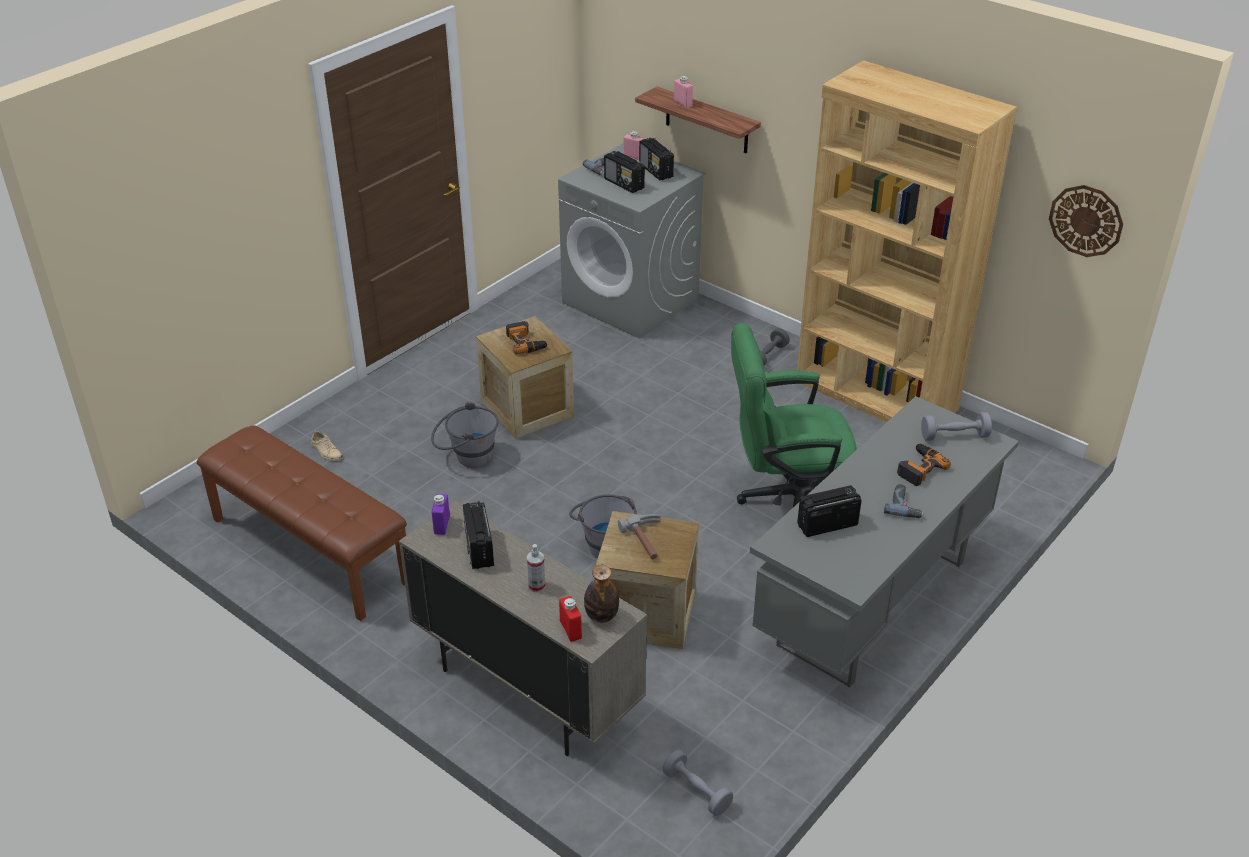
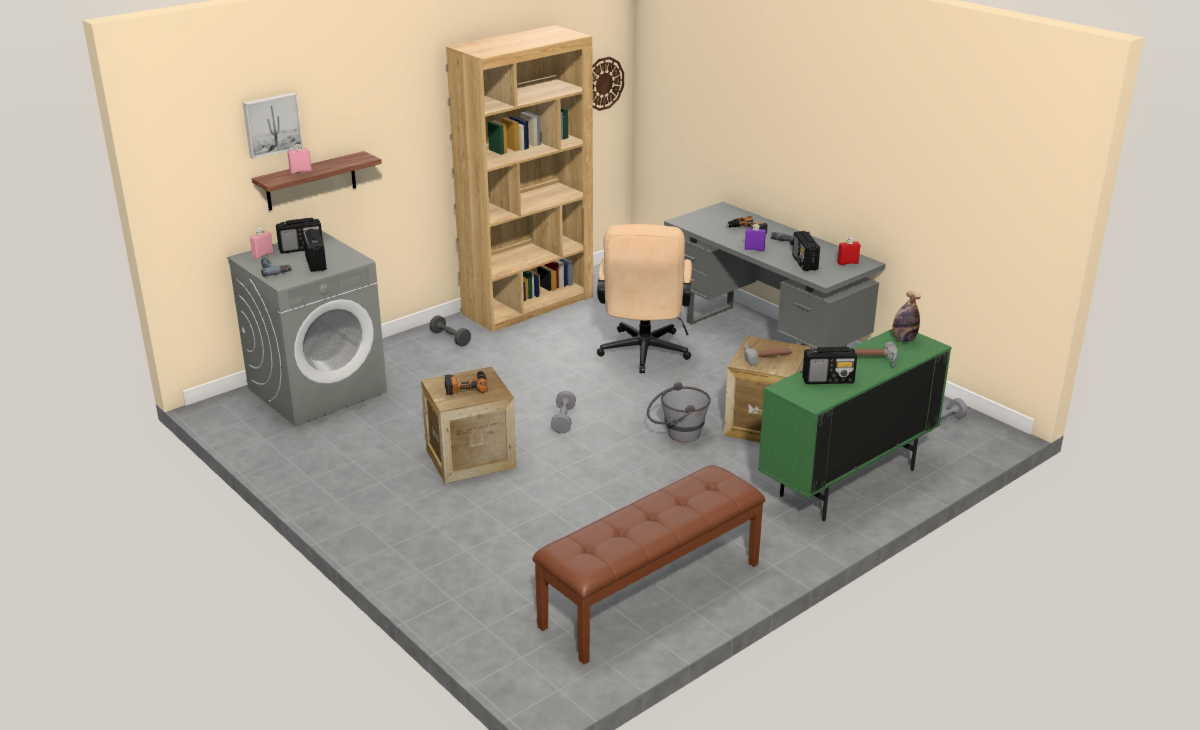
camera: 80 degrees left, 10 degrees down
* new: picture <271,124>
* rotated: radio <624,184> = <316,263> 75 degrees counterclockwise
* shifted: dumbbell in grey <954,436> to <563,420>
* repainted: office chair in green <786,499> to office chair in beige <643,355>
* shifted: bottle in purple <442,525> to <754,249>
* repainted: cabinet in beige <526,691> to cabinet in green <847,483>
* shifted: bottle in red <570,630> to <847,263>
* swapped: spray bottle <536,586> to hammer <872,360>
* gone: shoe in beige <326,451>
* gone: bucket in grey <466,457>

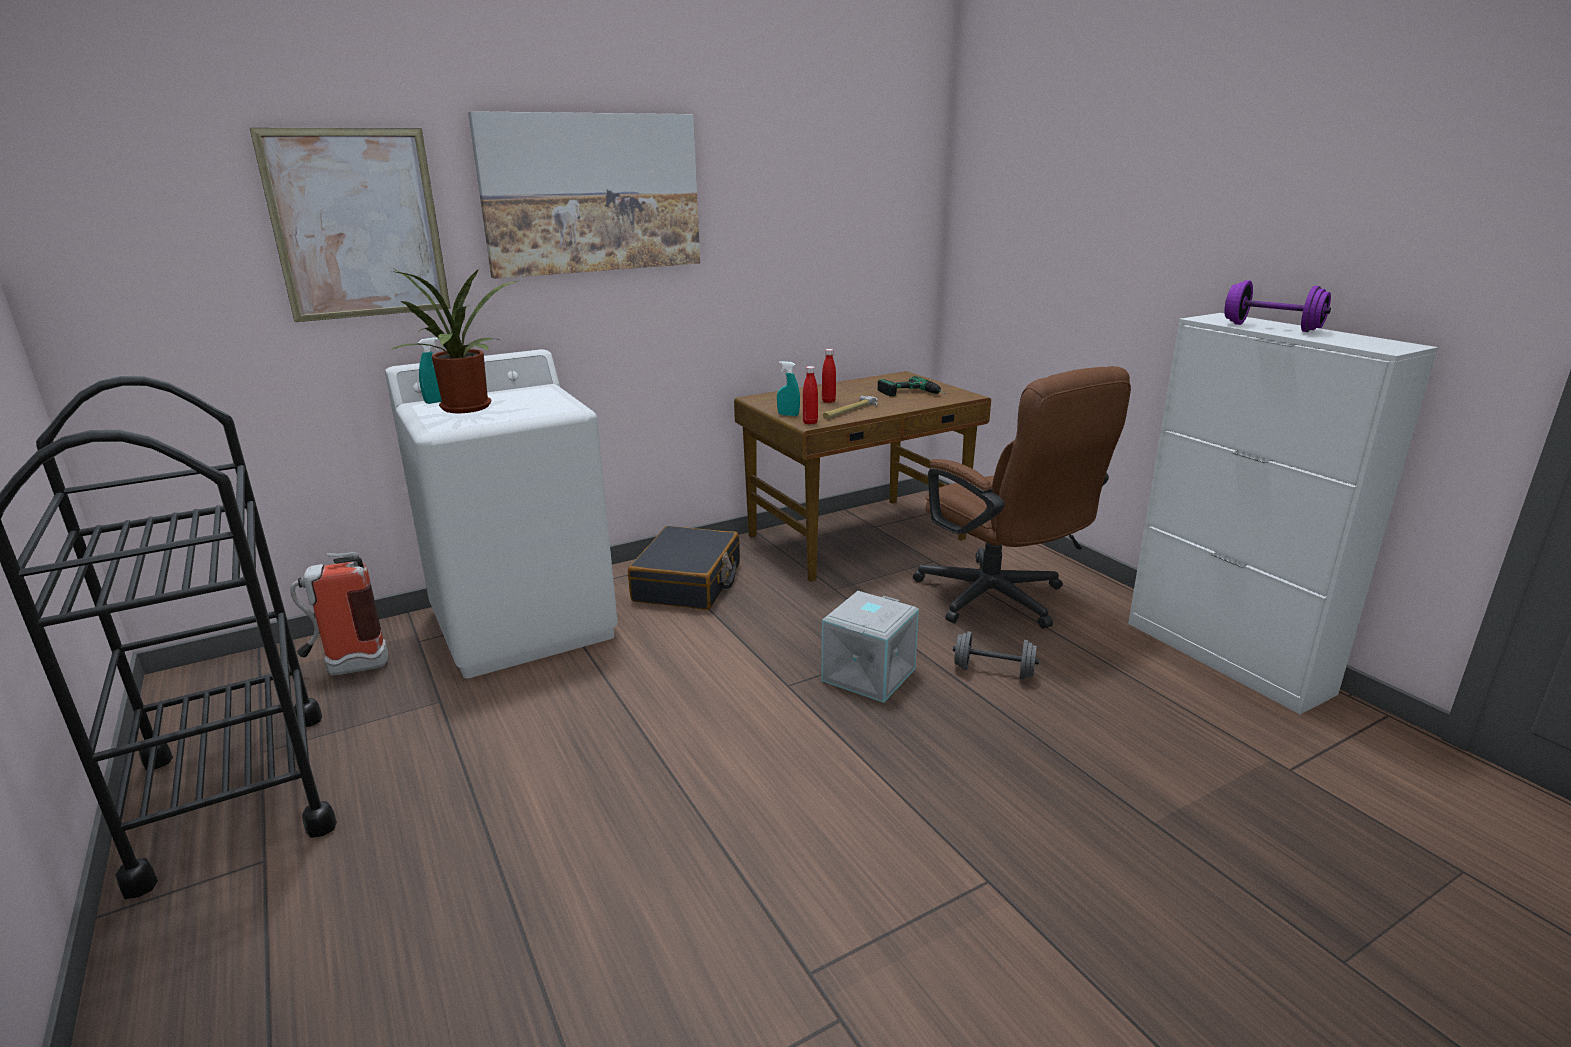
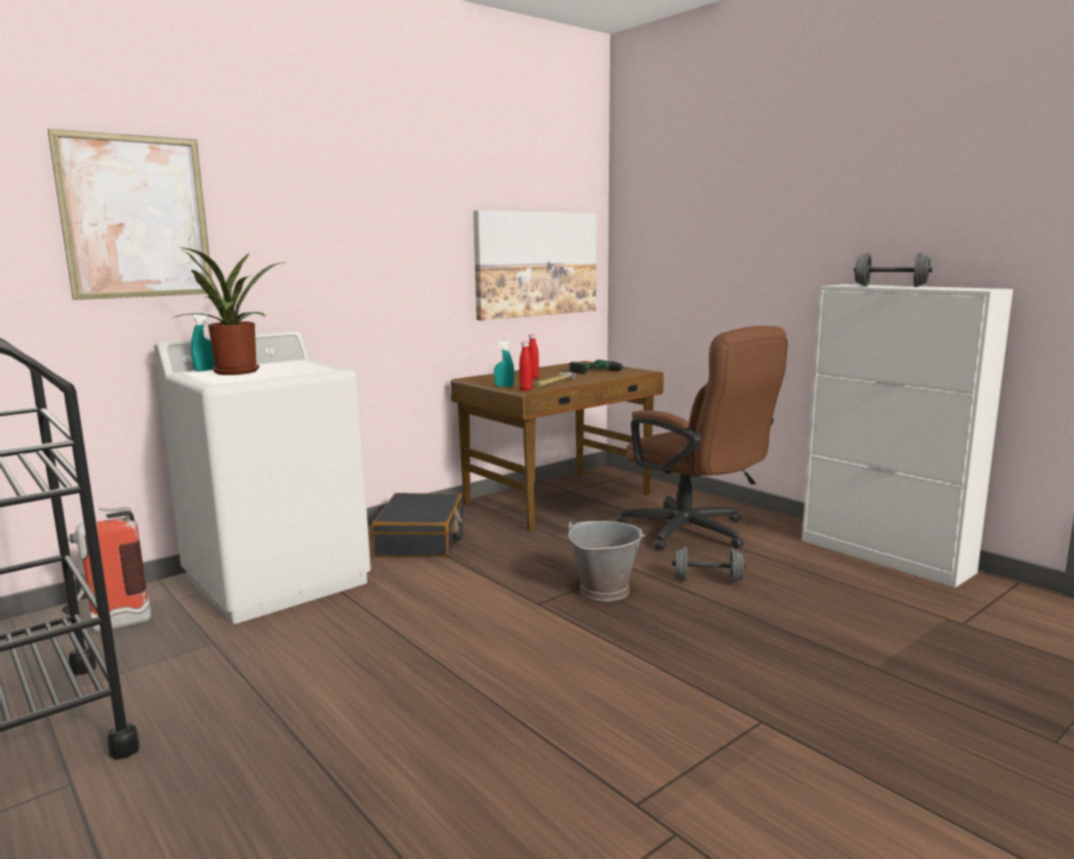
camera: 10 degrees left, 10 degrees down
* shifted: picture <592,194> to <536,264>
* swapped: storage box in grey <867,674> to bucket in grey <603,590>
* repainted: dumbbell in purple <1271,327> to dumbbell in grey <890,286>

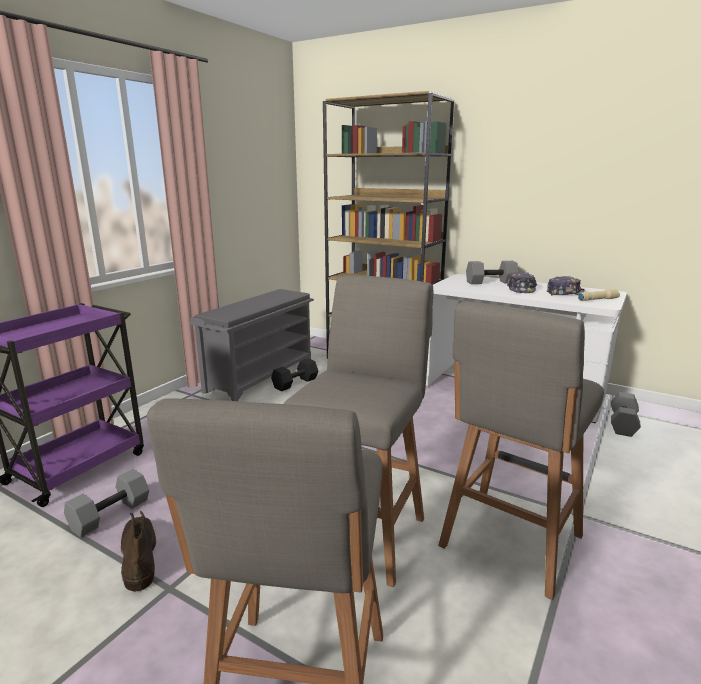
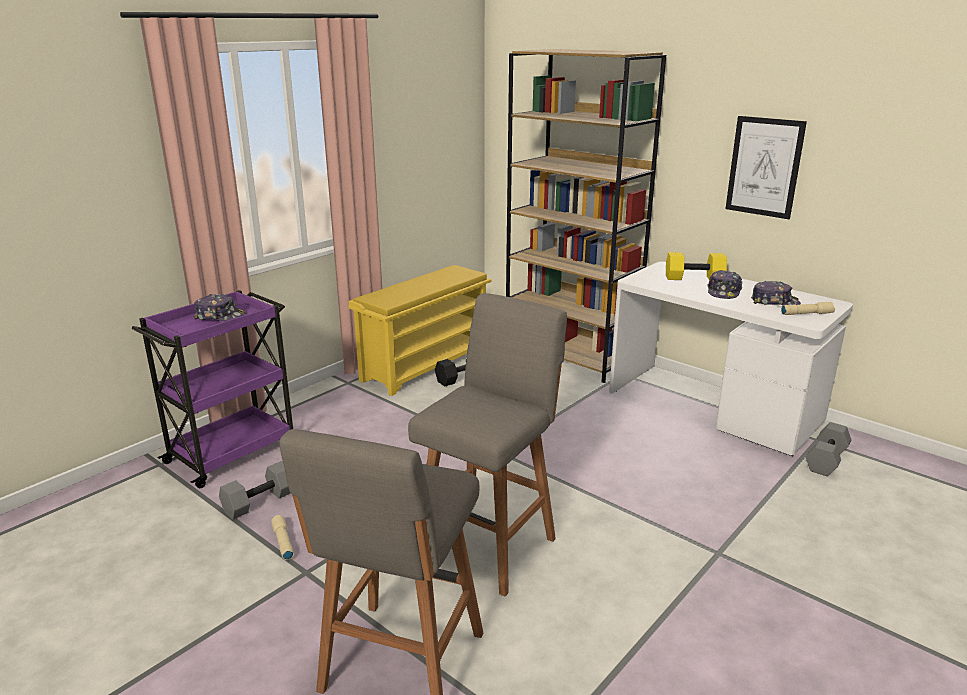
camera: 10 degrees right, 5 degrees up
* new: cap <221,316>
* swapped: boot in brown <139,556> to flashlight in beige <282,542>
* repainted: shoe rack in grey <260,375> to shoe rack in yellow <425,364>
* repainted: dumbbell in grey <490,282> to dumbbell in yellow <693,278>
* new: picture <764,167>
* gone: stool in grey <509,544>

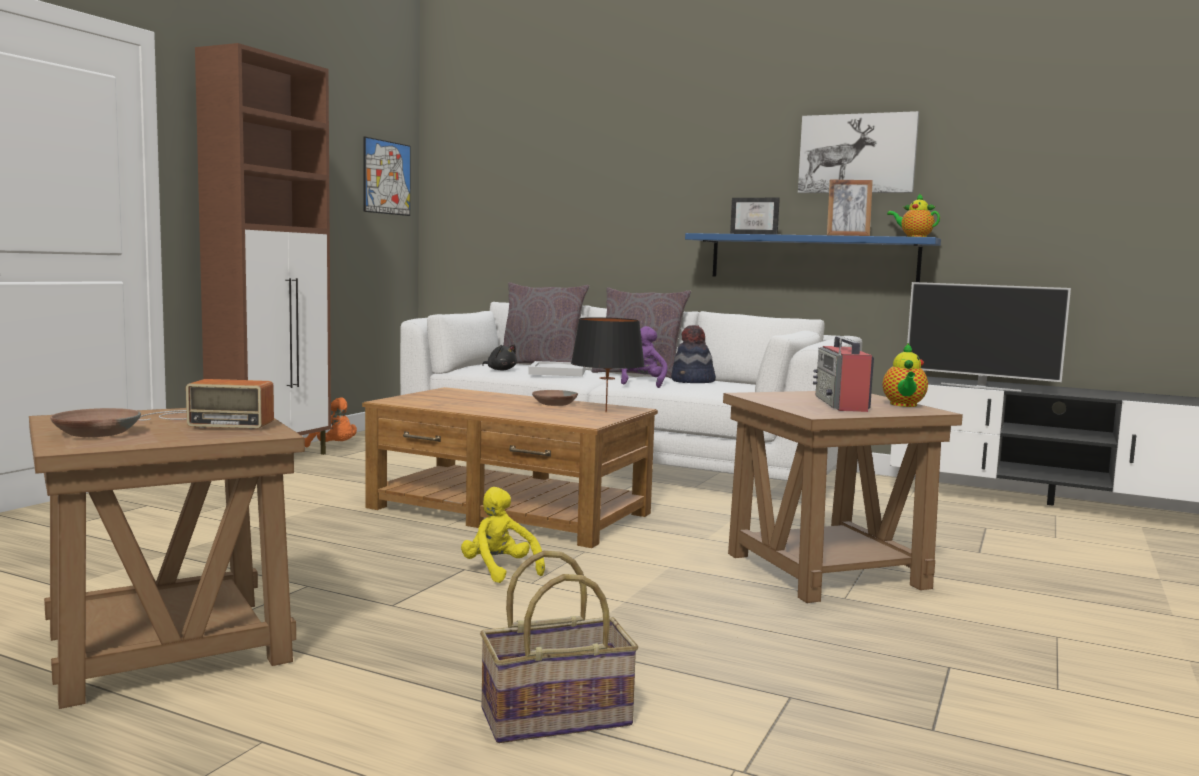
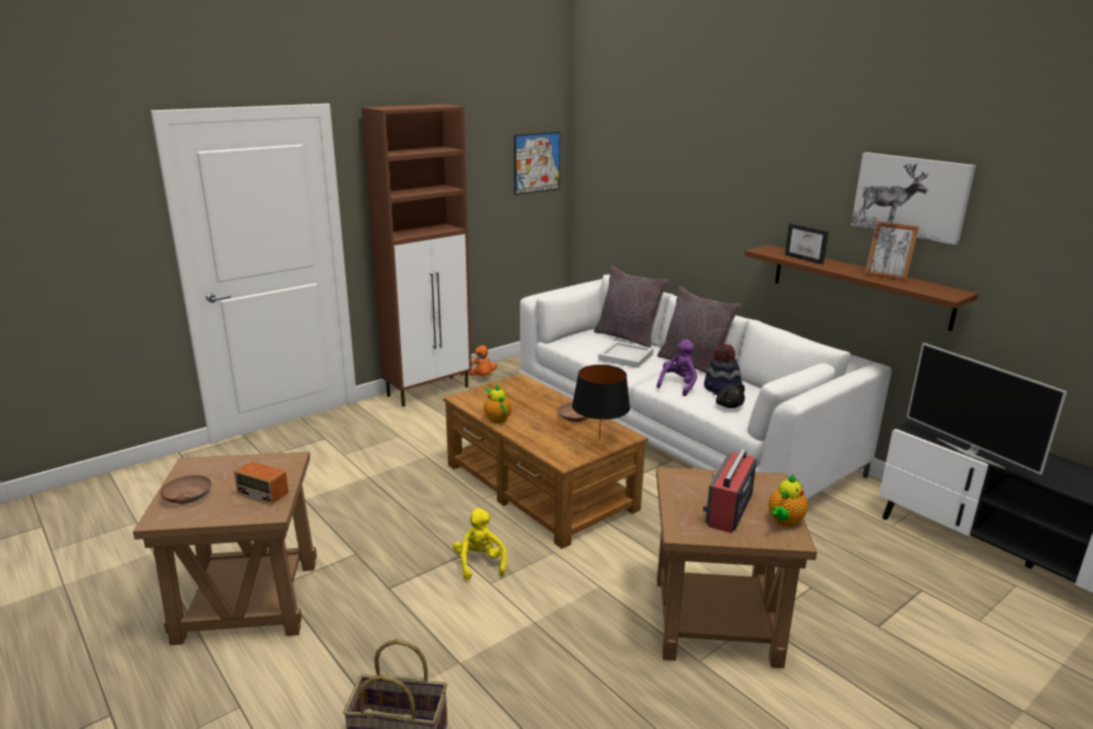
camera: 25 degrees right, 15 degrees up
* shifted: teapot <914,237> to <497,418>
* shifted: plush toy in black <500,370> to <728,405>
* repainted: shelf in blue <812,258> to shelf in brown <859,285>

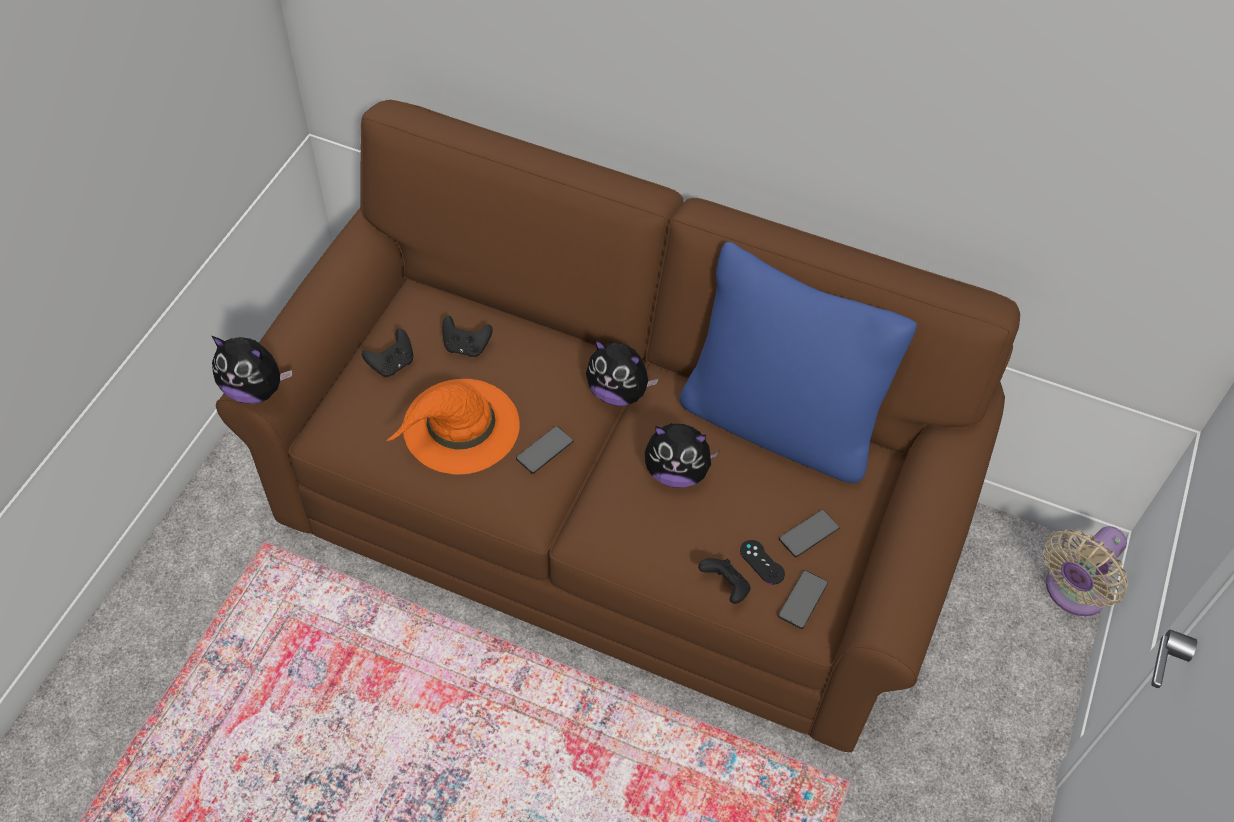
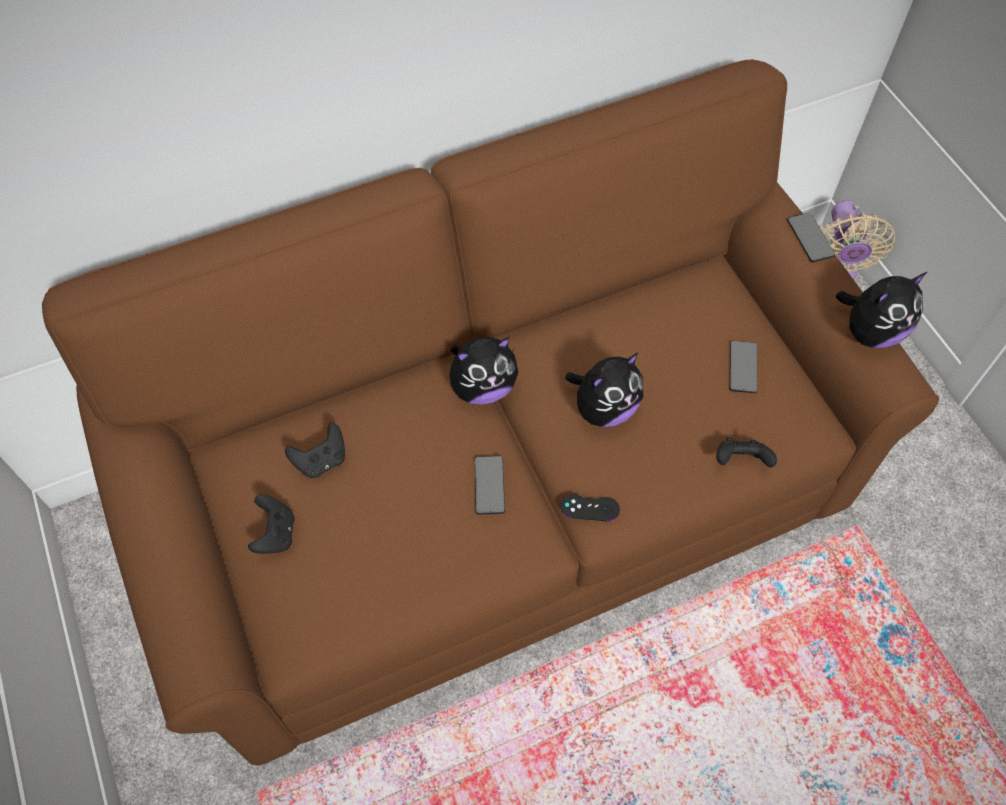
camera: 45 degrees left, 5 degrees up
* shifted: game controller in black <762,562> to <590,508>
* shifted: phone <802,600> to <810,238>
* shifted: plush toy <255,389> to <870,331>
* gone: hat in orange <460,427>
* gone: pillow in blue <779,423>

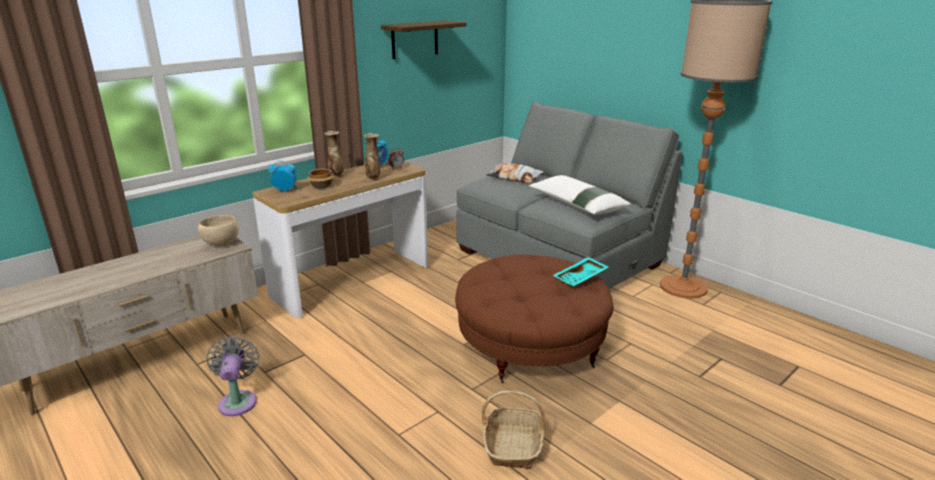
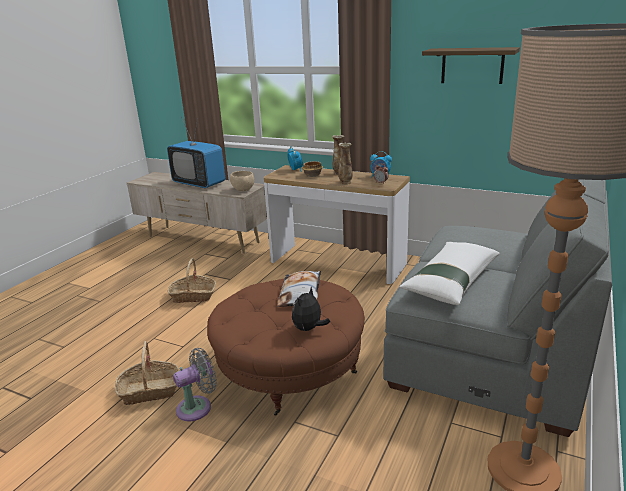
camera: 70 degrees right, 0 degrees up
* new: television <199,183>
* new: basket <193,296>
* shifted: fan in grey <238,400> to <197,407>
* shifted: pillow <514,178> to <301,294>
* swapped: tray in turquoise <581,278> to plush toy <309,329>

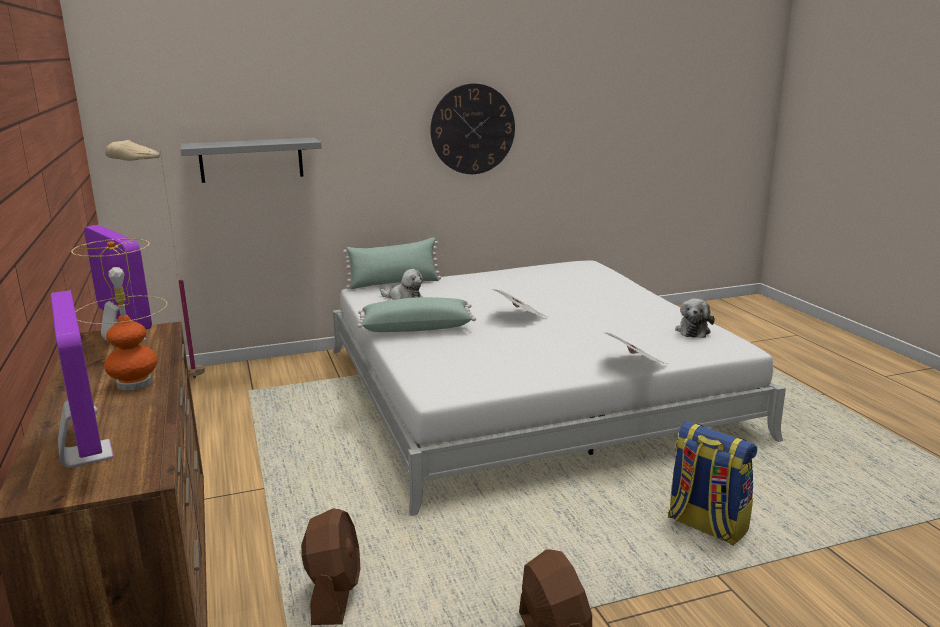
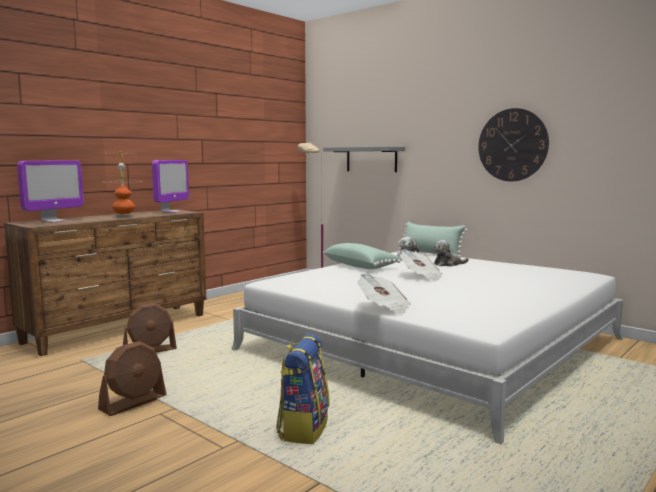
camera: 60 degrees right, 10 degrees down
* shifted: plush toy <693,330> to <448,264>

